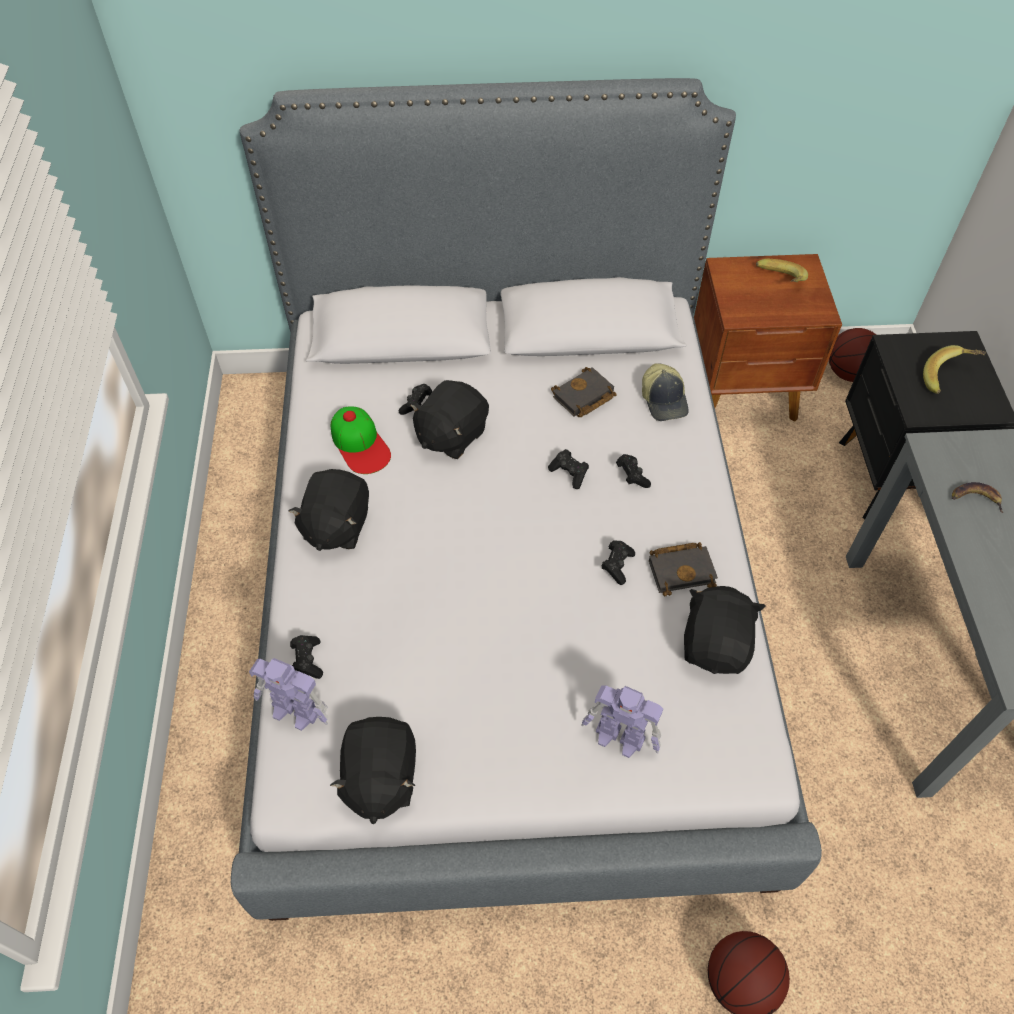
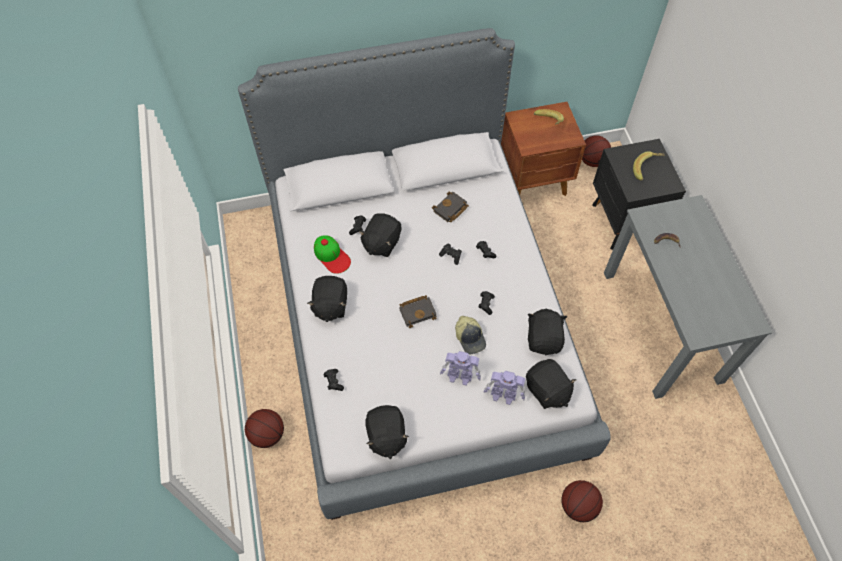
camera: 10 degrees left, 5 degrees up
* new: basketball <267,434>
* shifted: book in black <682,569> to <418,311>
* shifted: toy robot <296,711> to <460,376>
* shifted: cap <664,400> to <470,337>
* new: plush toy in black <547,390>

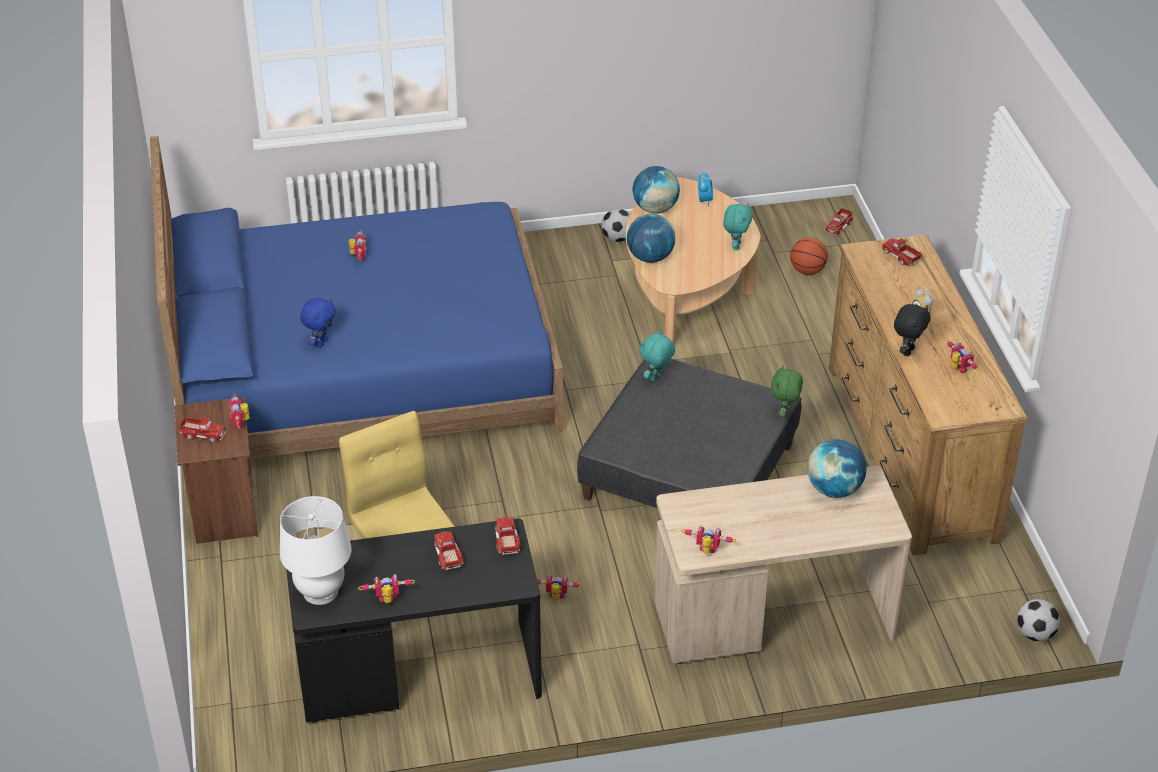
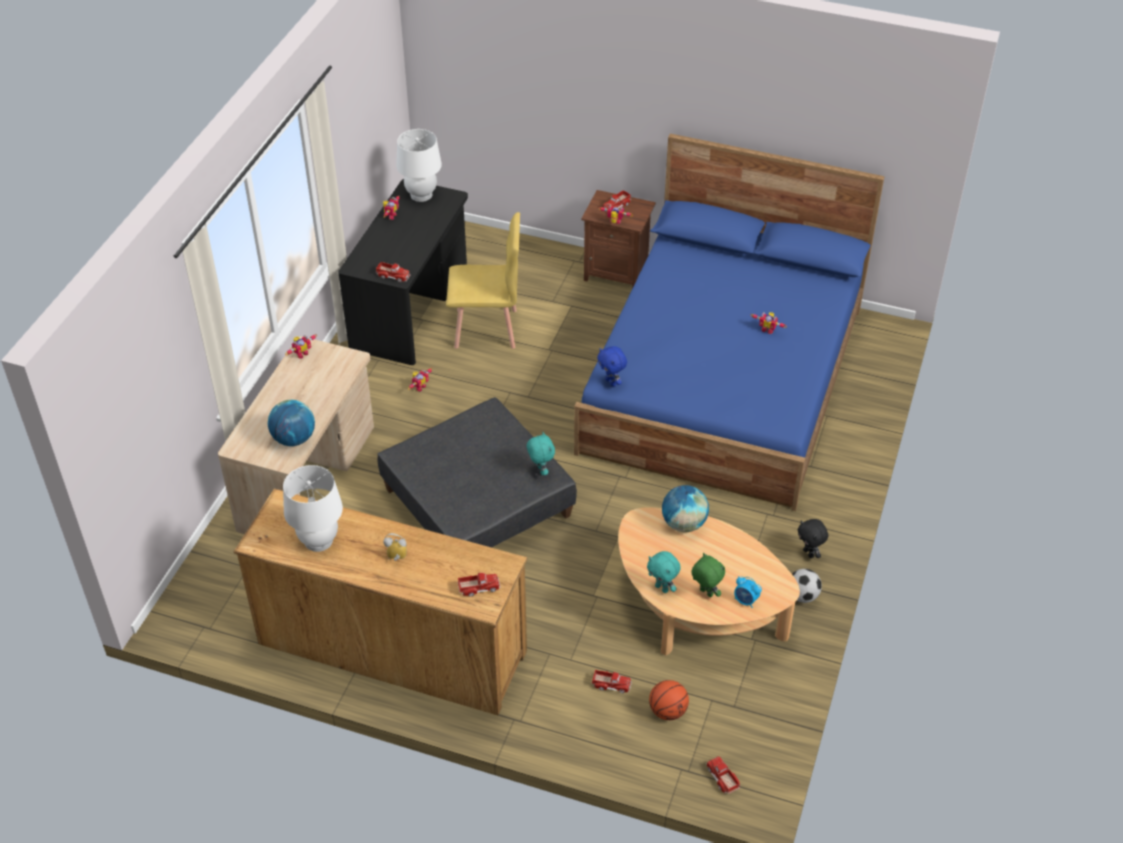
camera: 120 degrees right, 5 degrees up
* swapped: toy robot <957,369> to table lamp in white <318,540>
* shifted: toy truck <448,555> to <611,684>
* shifted: plush toy in blue <321,343> to <611,382>
* shifted: plush toy in green <784,413> to <705,593>
* shifted: plush toy in black <907,351> to <809,553>
* gone: globe <655,209>
* gone: football <1035,634>

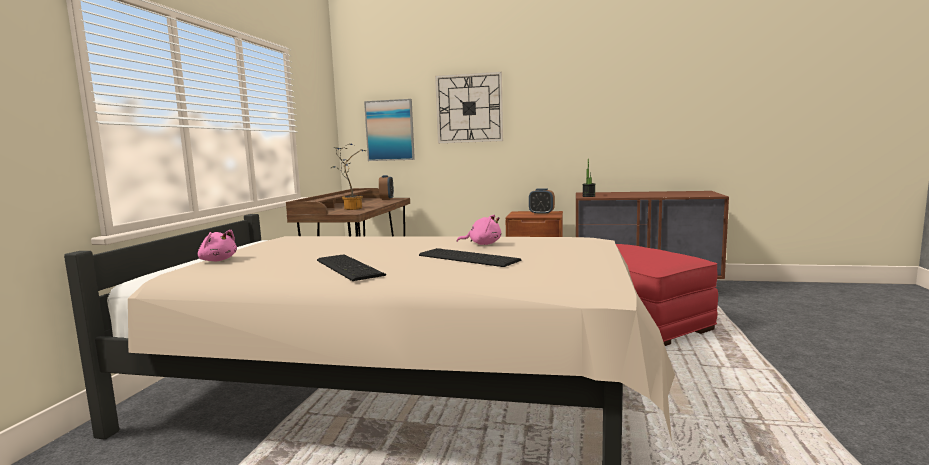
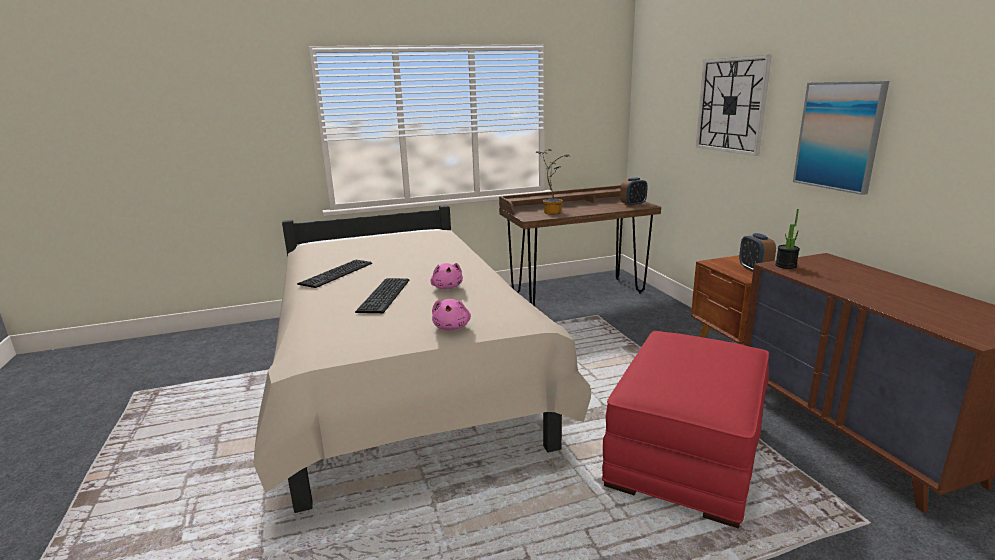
camera: 60 degrees right, 10 degrees up
* shifted: plush toy in pink <217,260> to <452,327>
* shifted: picture <390,130> to <838,136>

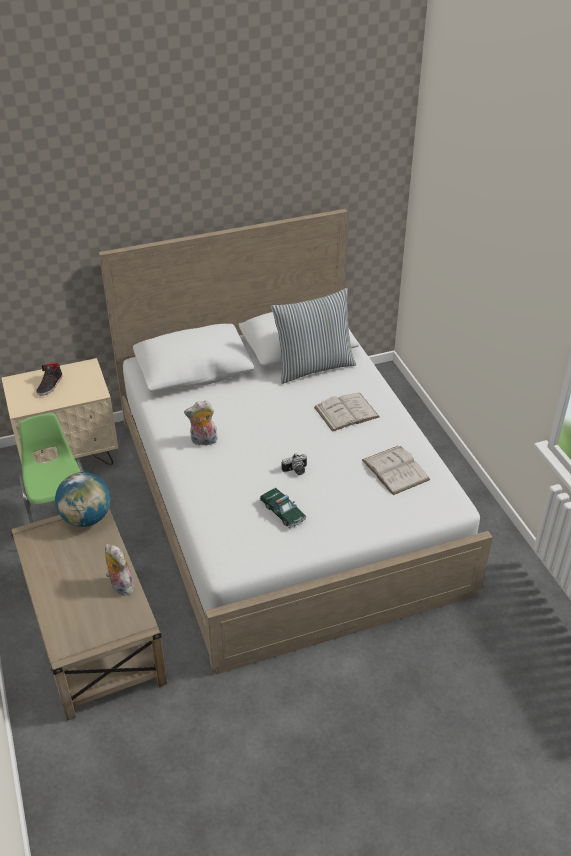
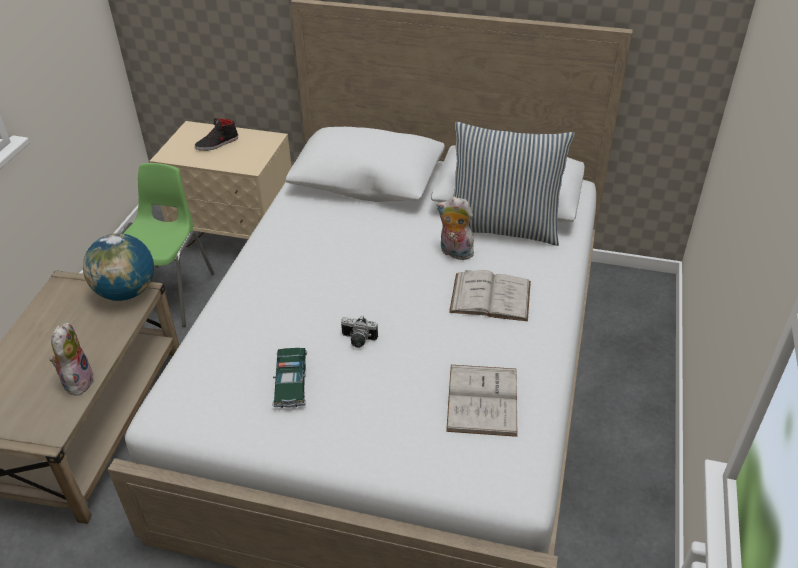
camera: 35 degrees right, 0 degrees up
* shifted: plush toy <203,441> to <454,253>

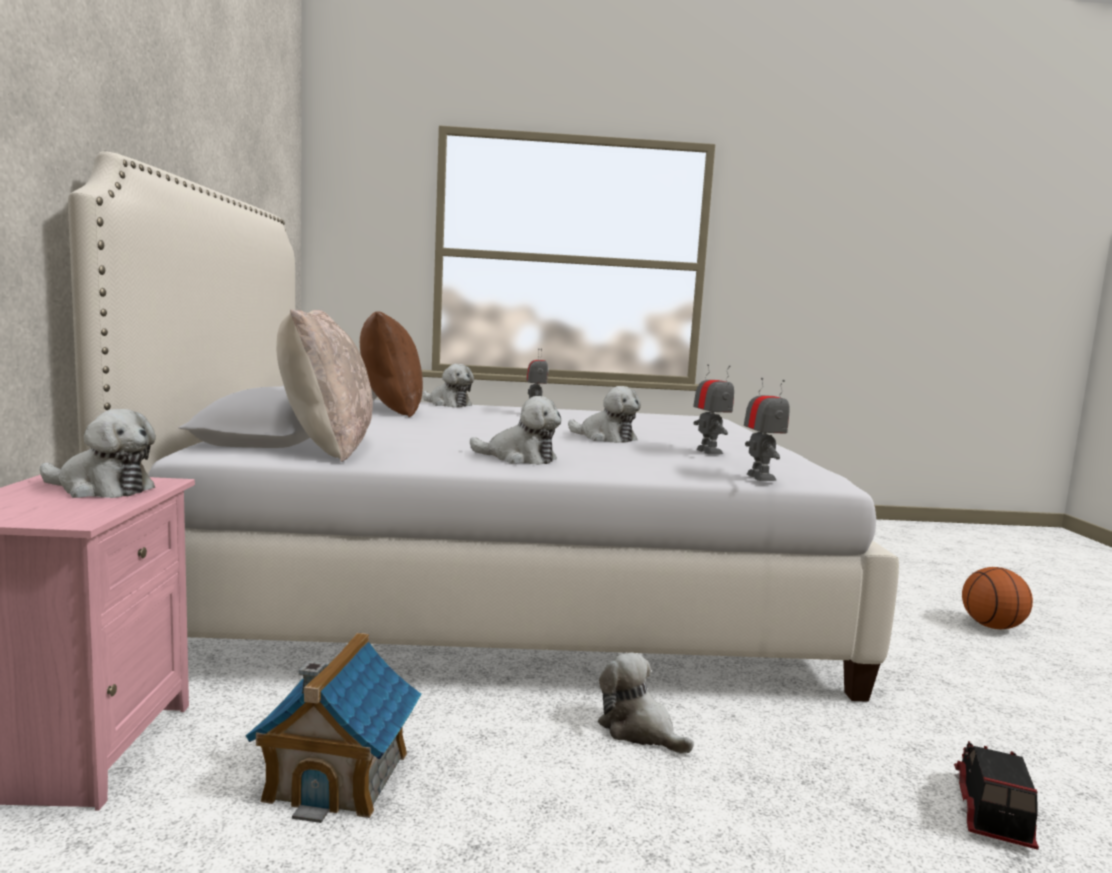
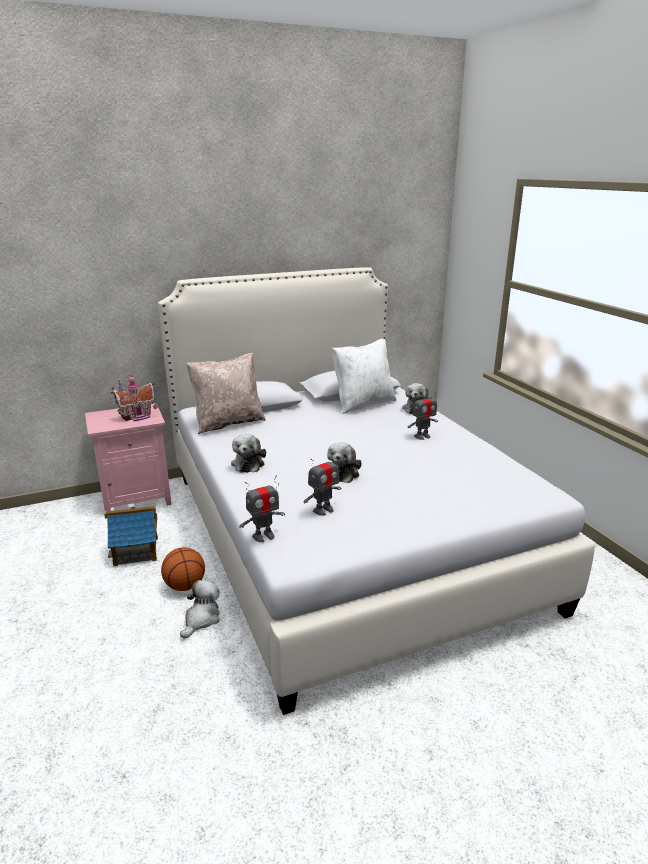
camera: 70 degrees right, 15 degrees up
* swapped: plush toy <101,489> to toy house <137,417>
* shifted: basketball <992,626> to <185,586>
* repainted: pillow in brown <390,409> to pillow in white <363,404>
* gone: toy truck <990,810>

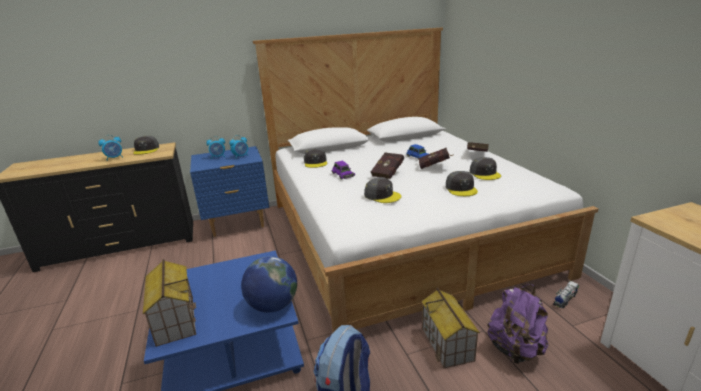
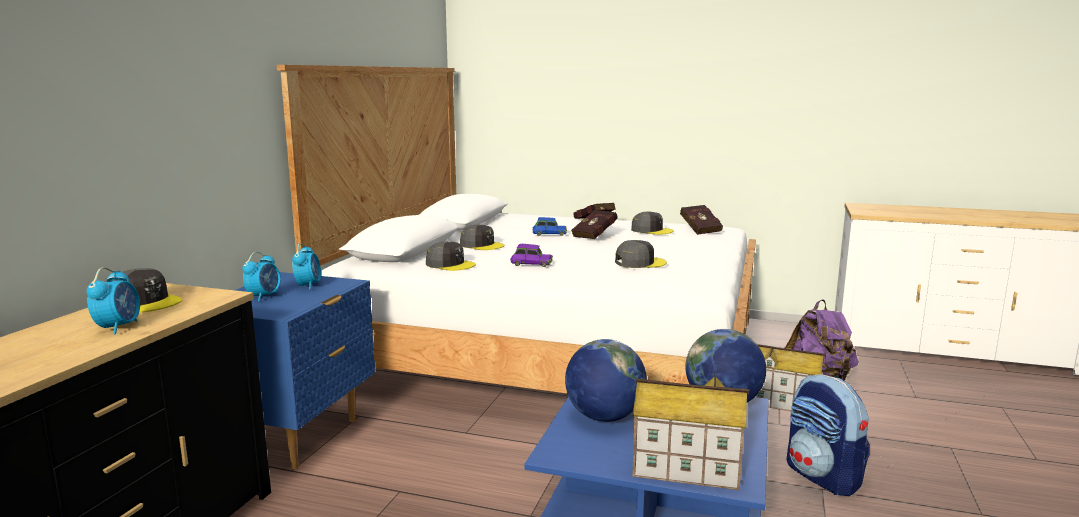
camera: 55 degrees left, 10 degrees down
* shifted: cap in grey <461,189> to <482,245>
* new: globe <604,417>
* shifted: book in red <388,173> to <699,230>
* gone: toy truck <564,300>

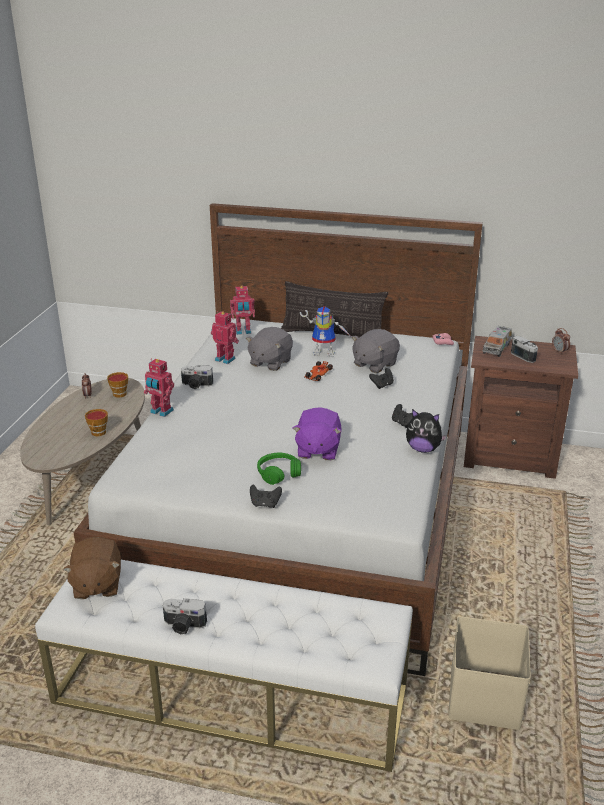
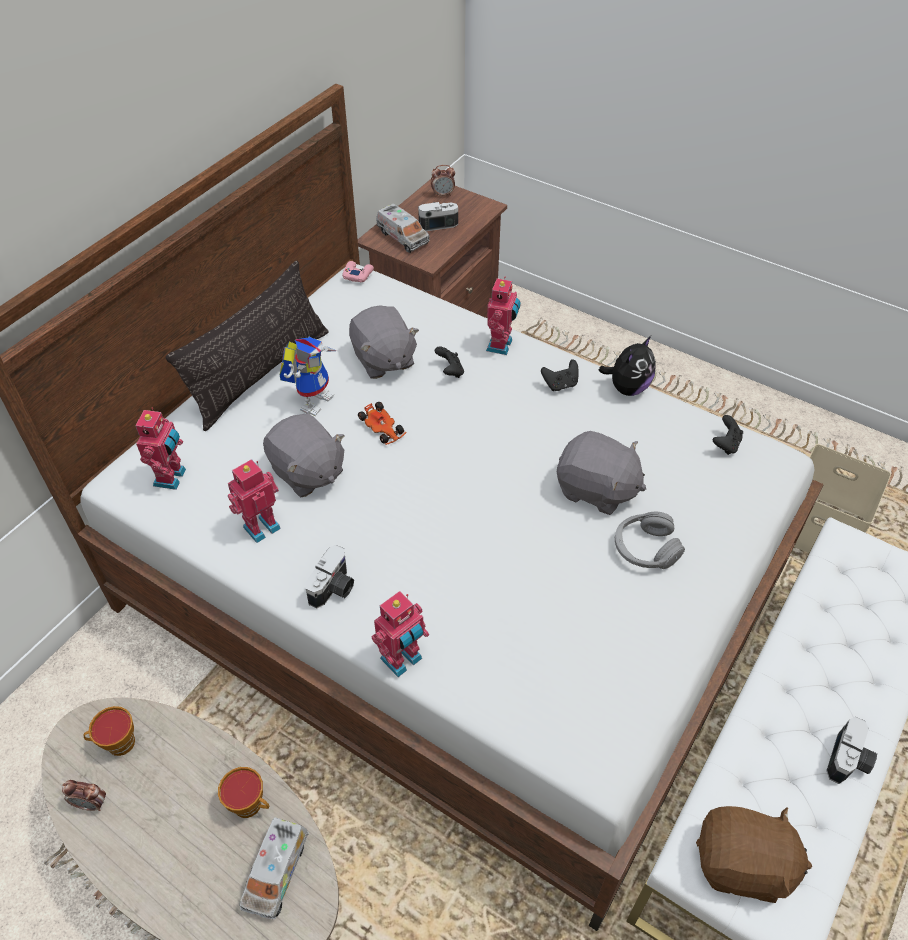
camera: 70 degrees left, 20 degrees up
* new: toy truck <276,872>
* new: toy robot <501,345>
* repainted: plush toy in purple <317,450> to plush toy in grey <596,490>
* repainted: headphones in green <278,473> to headphones in grey <645,548>
* shifted: game controller in black <265,504> to <725,444>

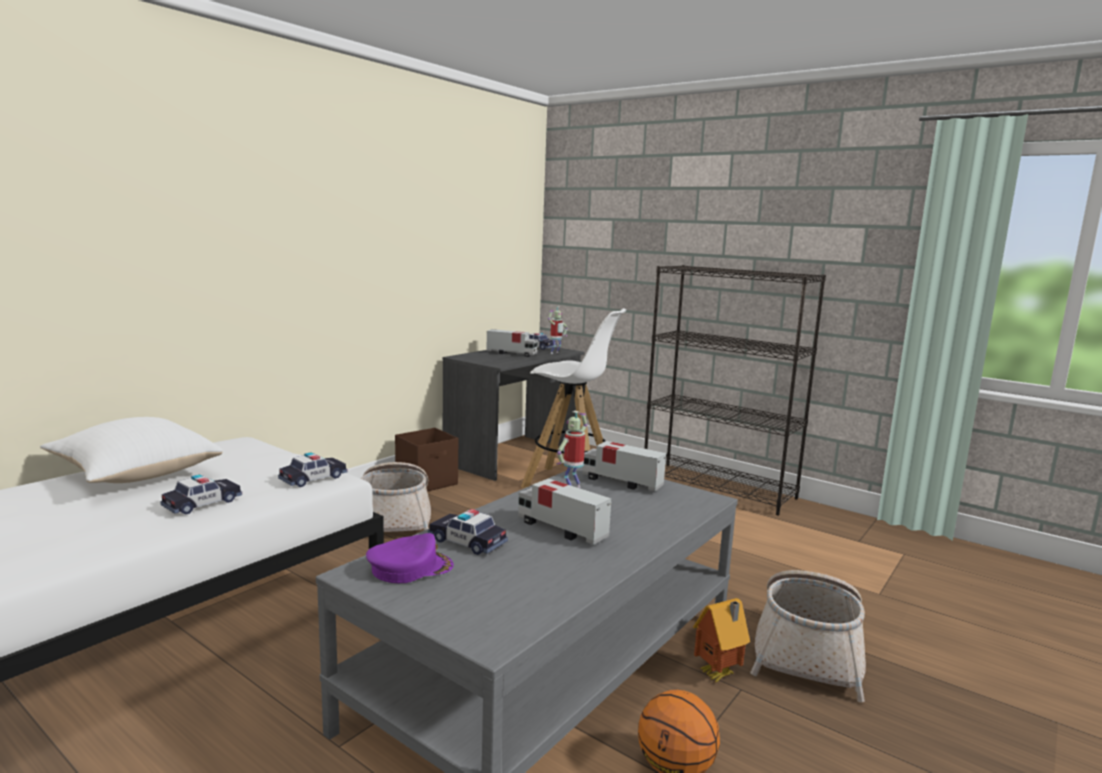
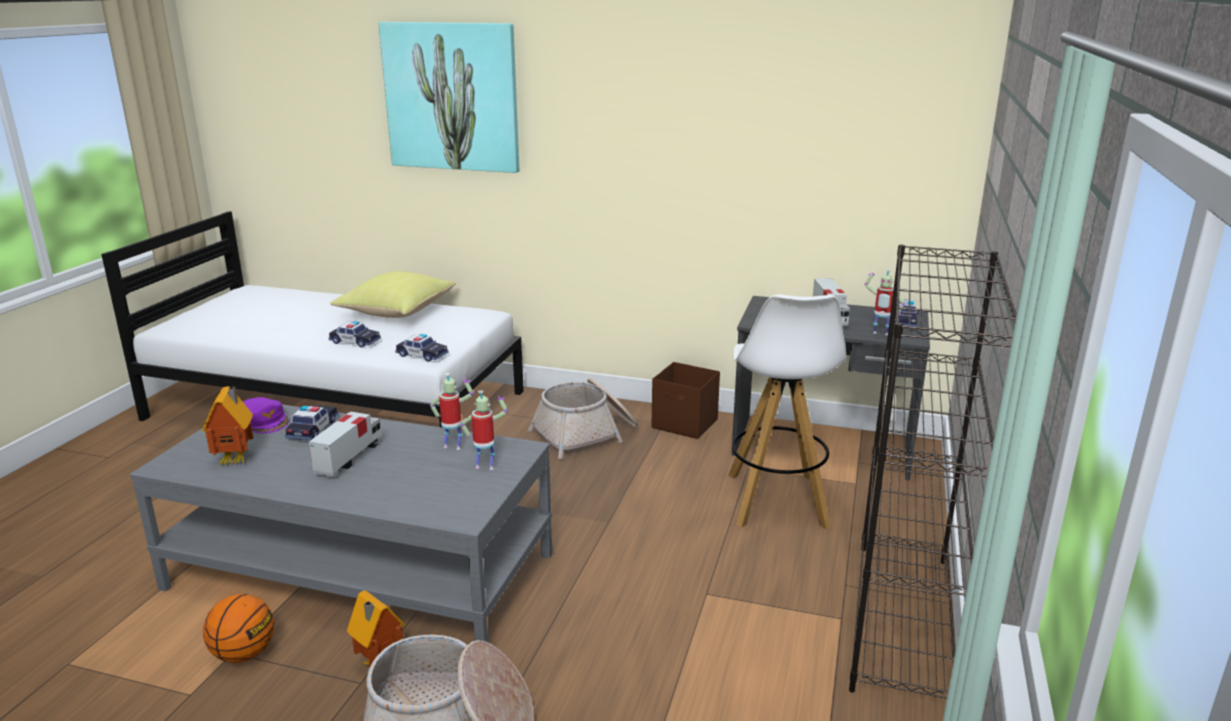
camera: 70 degrees right, 10 degrees up
* new: toy house <237,460>
* repainted: pillow in white <134,475> to pillow in yellow <396,312>
* new: picture <452,97>
* swapped: toy truck <621,482> to toy robot <486,466>

